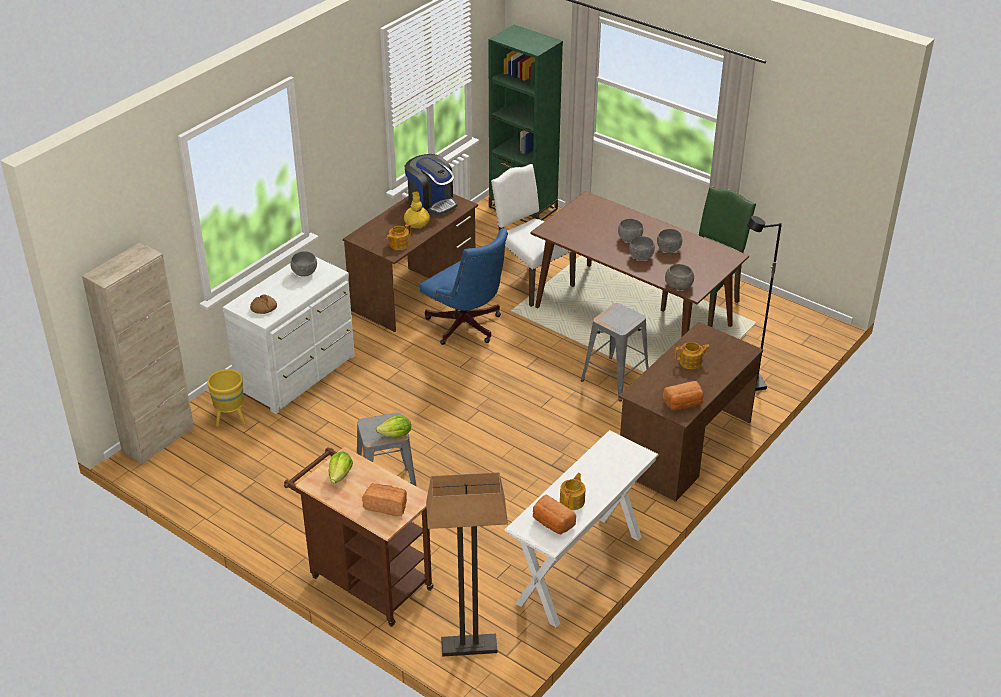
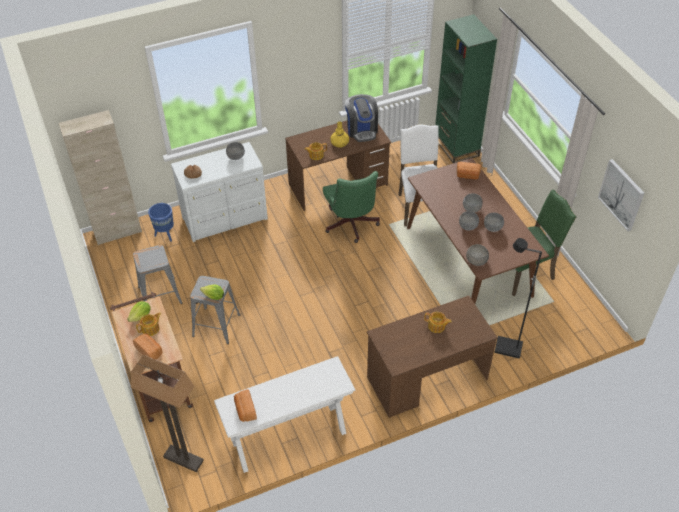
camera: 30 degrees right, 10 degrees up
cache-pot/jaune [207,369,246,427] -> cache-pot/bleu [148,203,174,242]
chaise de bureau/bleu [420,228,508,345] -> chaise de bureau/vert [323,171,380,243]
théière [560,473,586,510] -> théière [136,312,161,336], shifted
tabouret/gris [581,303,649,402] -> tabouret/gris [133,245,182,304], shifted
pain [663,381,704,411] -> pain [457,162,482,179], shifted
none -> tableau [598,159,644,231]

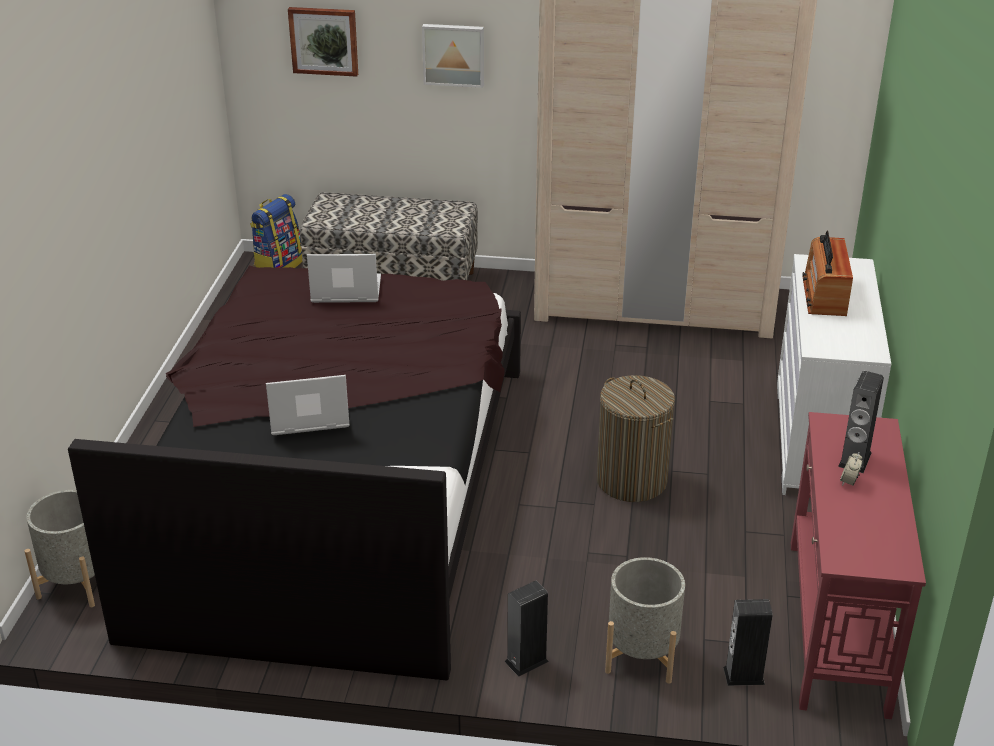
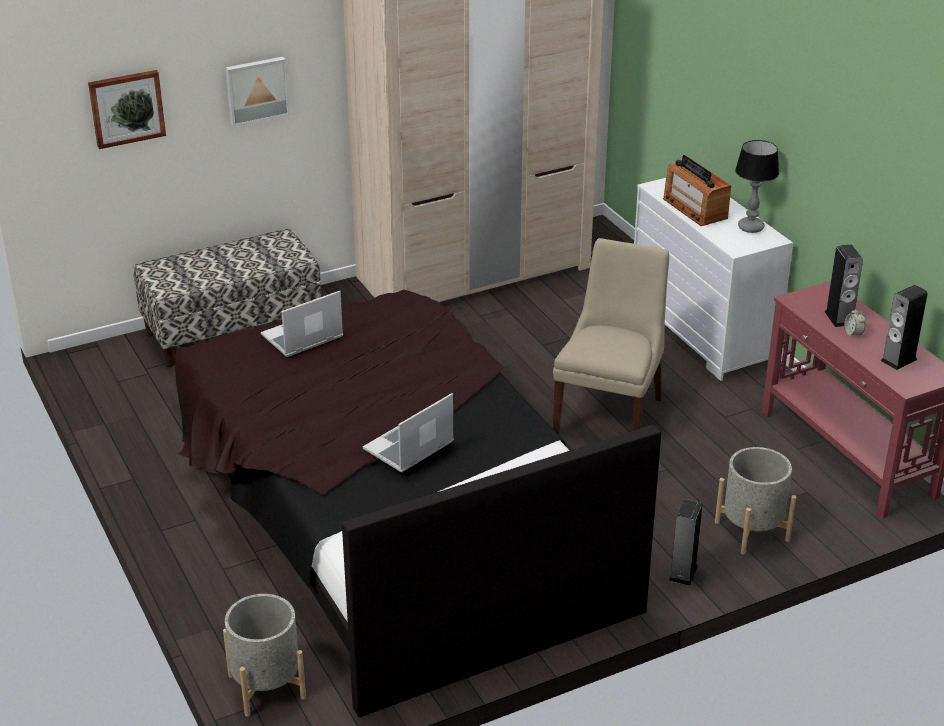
camera: 35 degrees left, 0 degrees up
sac à dos [250,194,302,268] -> none
panier à linge [597,375,675,502] -> chaise/beige [553,238,669,435]
enceinte [723,599,773,686] -> enceinte [880,285,928,370], shifted
none -> lampe de table [735,140,779,233]

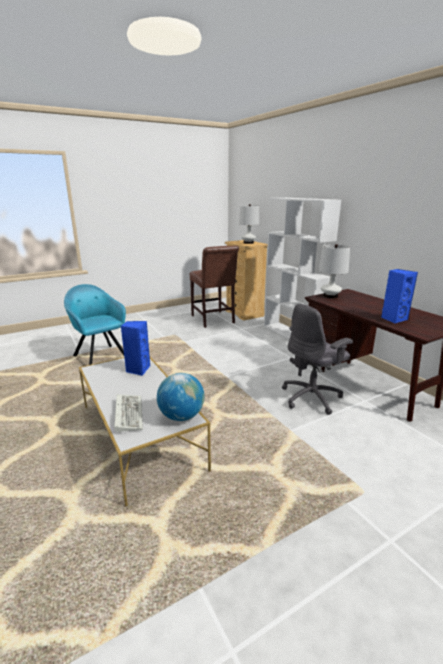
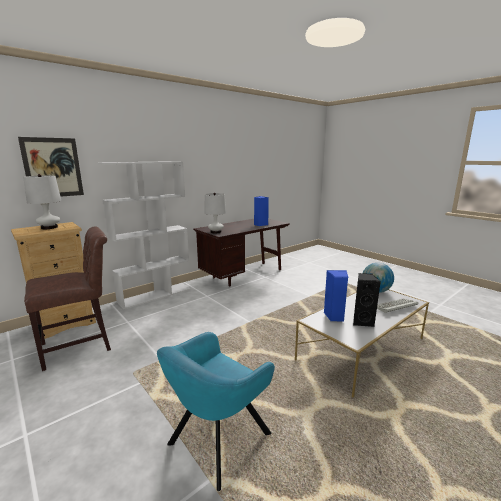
camera: 100 degrees left, 5 degrees down
chaise de bureau/gris [282,304,353,415] -> none
none -> tableau [18,137,84,197]
none -> enceinte/noir [353,273,381,327]

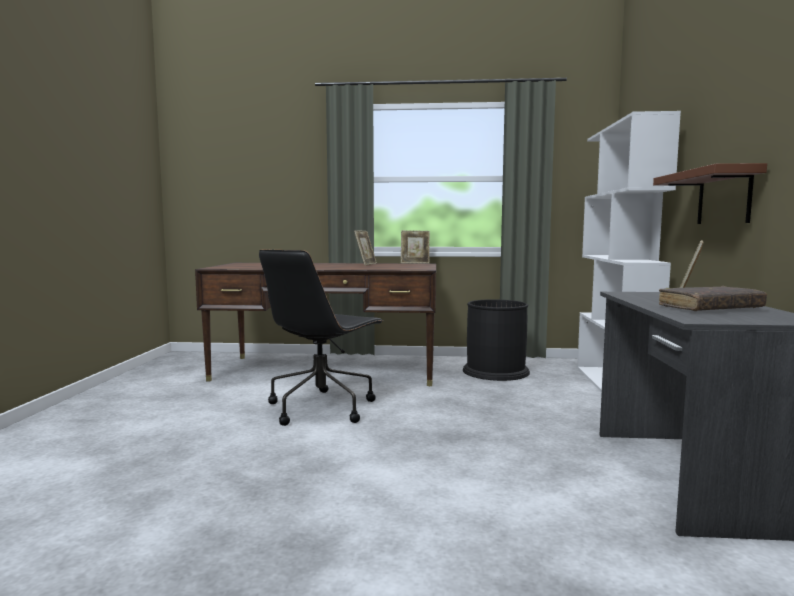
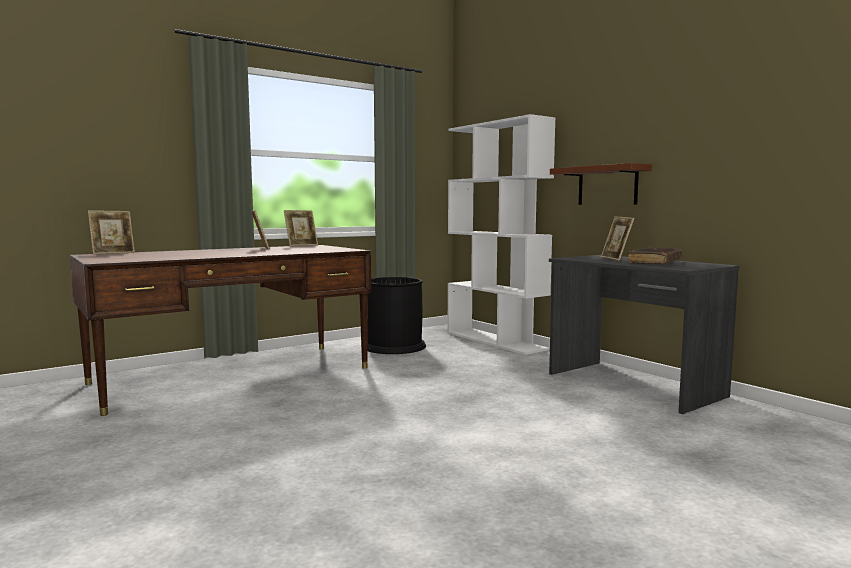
camera: 40 degrees left, 0 degrees up
chaise de bureau/noir [259,249,383,426] -> none
none -> cadre photo [88,211,135,255]

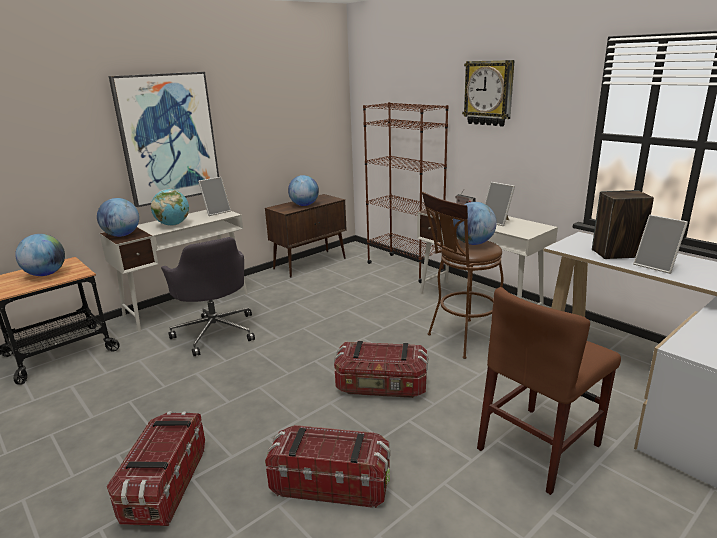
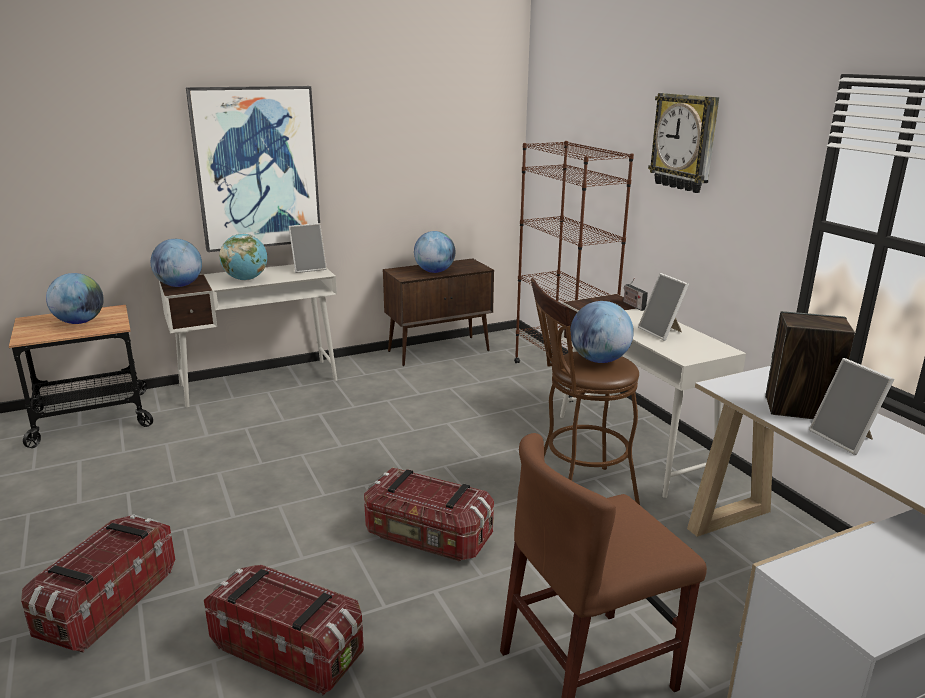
camera: 15 degrees right, 0 degrees up
chaise de bureau/gris [161,237,255,356] -> none

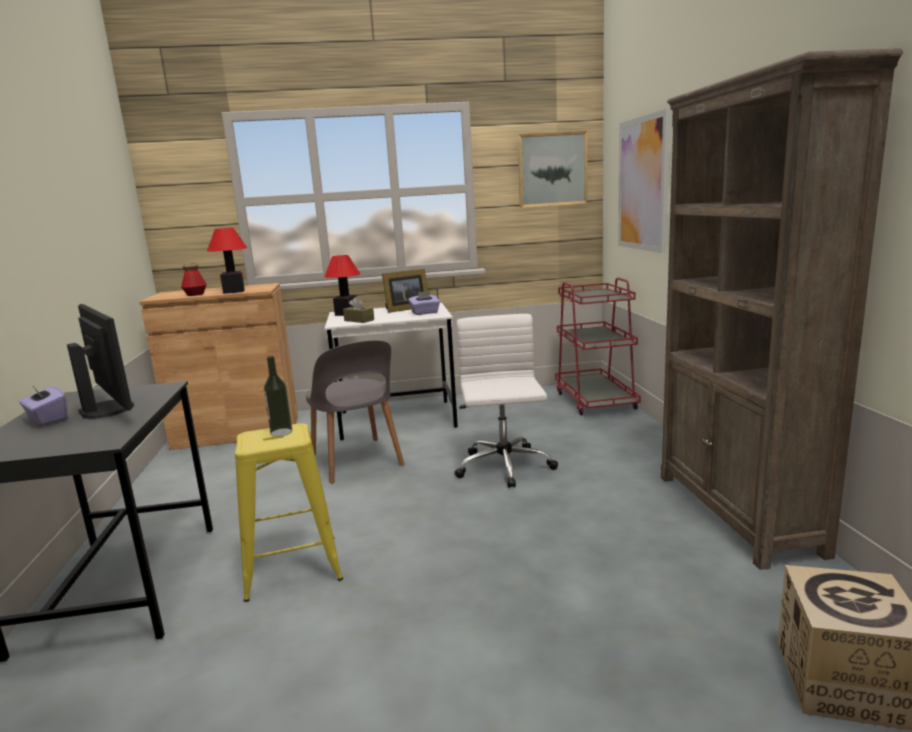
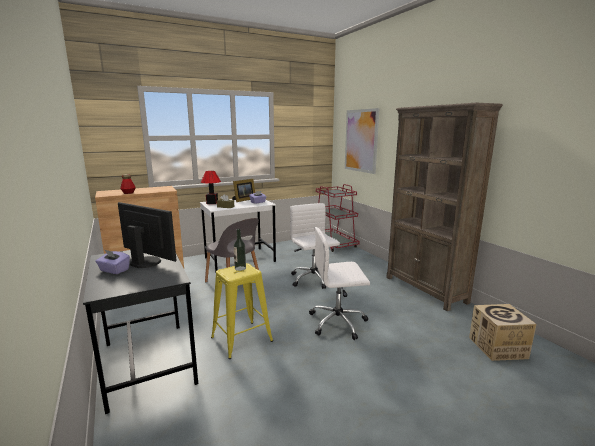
camera: 20 degrees left, 0 degrees up
lampe de table [207,228,247,294] -> none
tableau [518,131,587,208] -> none
none -> chaise de bureau/blanc [309,227,370,340]

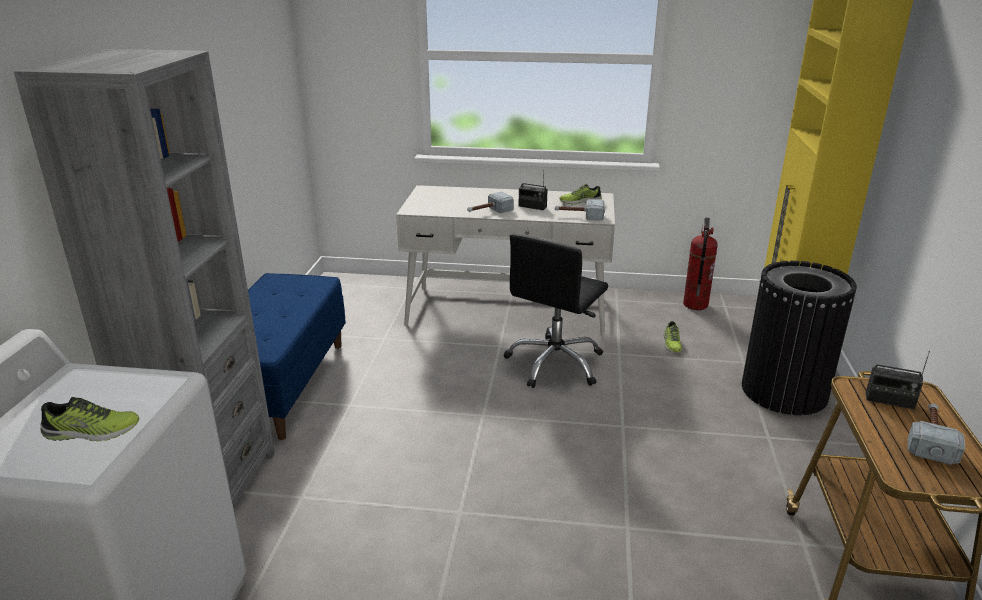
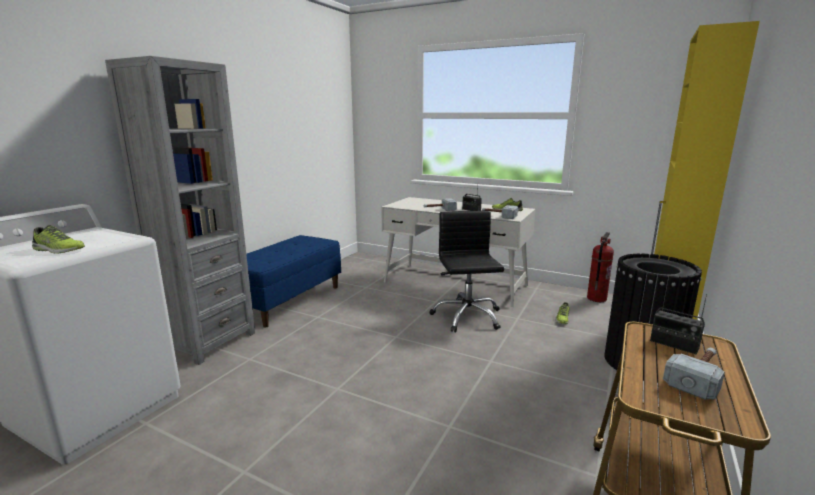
camera: 20 degrees right, 10 degrees down
chaise de bureau/noir [504,234,608,388] -> chaise de bureau/noir [429,211,504,333], 120 degrees clockwise

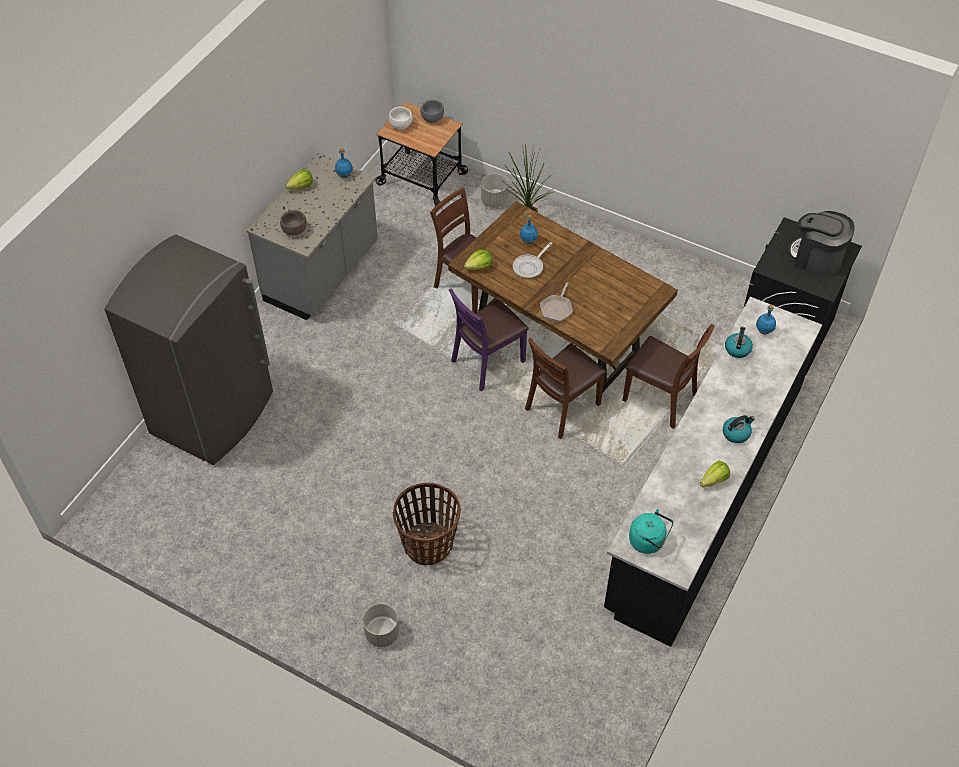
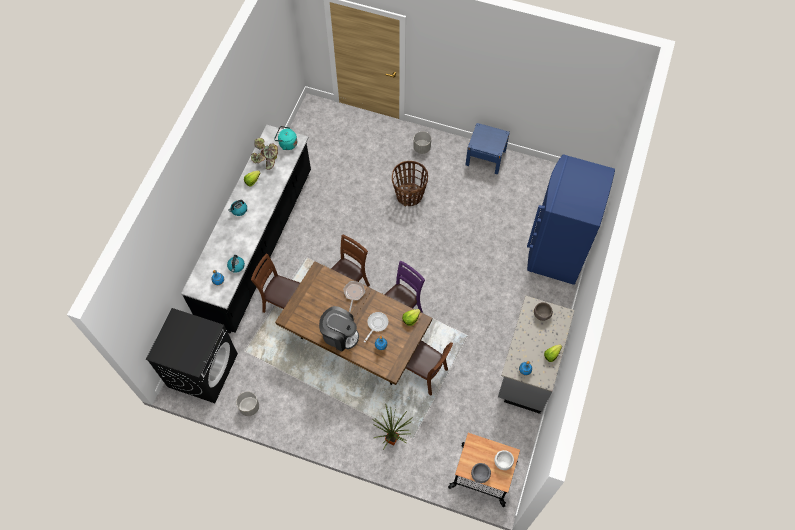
camera: 170 degrees right, 10 degrees up
réfrigérateur/gris [104,234,273,465] -> réfrigérateur/bleu [527,154,615,285]
cache-pot/gris [481,174,508,208] -> cache-pot/gris [236,392,259,416], shifted
machine à café [789,211,854,276] -> machine à café [319,306,359,351], shifted
none -> plante en pot [251,138,278,170]
none -> table de chevet/bleu [465,123,510,175]

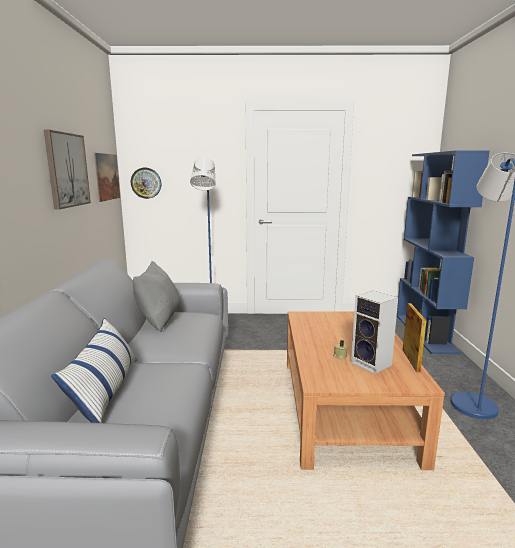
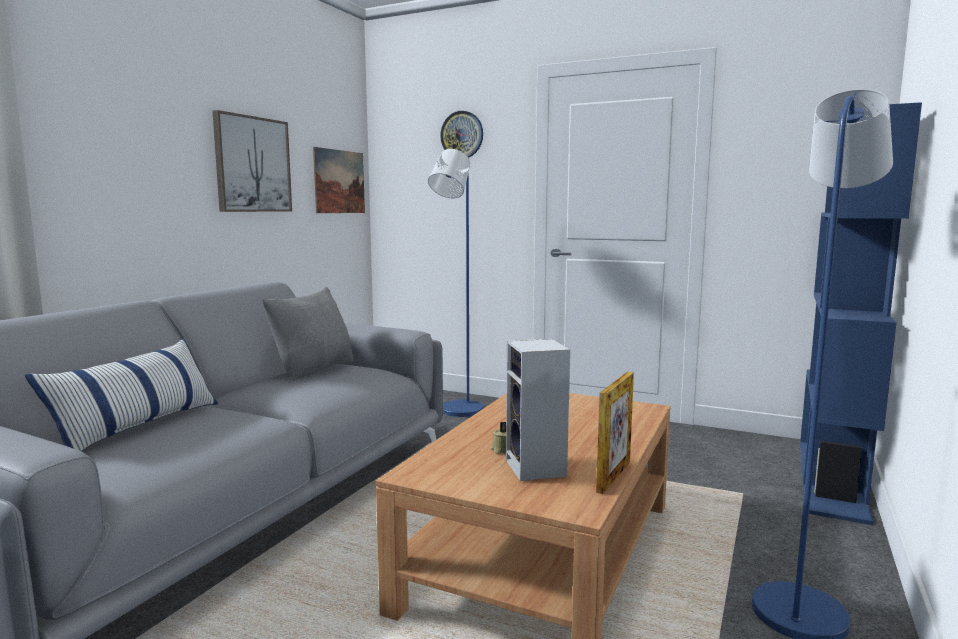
camera: 25 degrees right, 5 degrees down
horloge murale [131,168,161,199] -> horloge murale [440,111,483,158], shifted

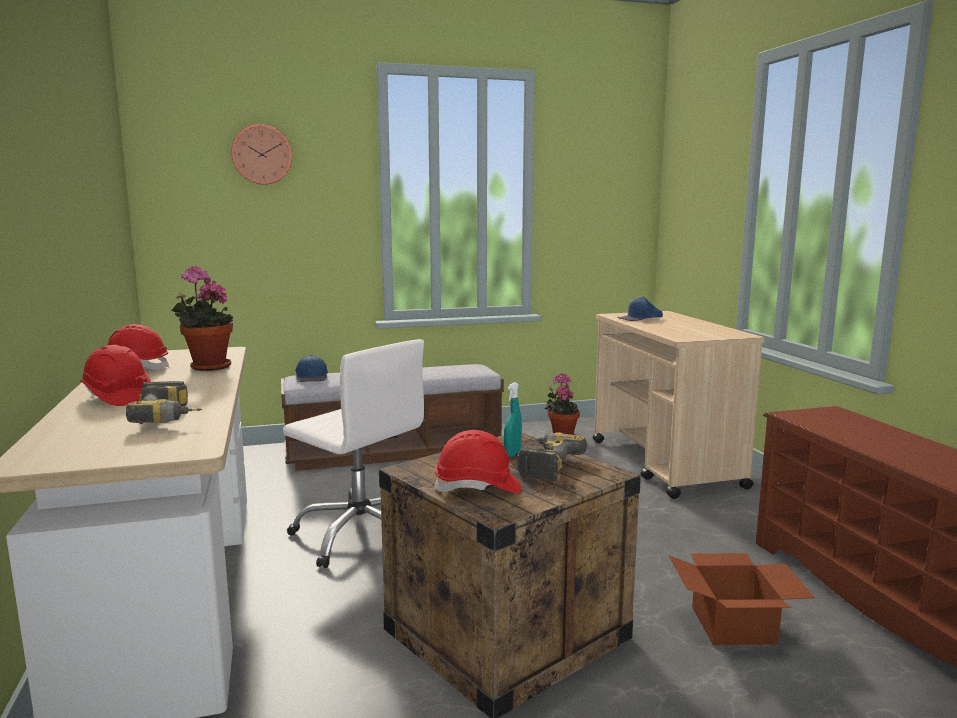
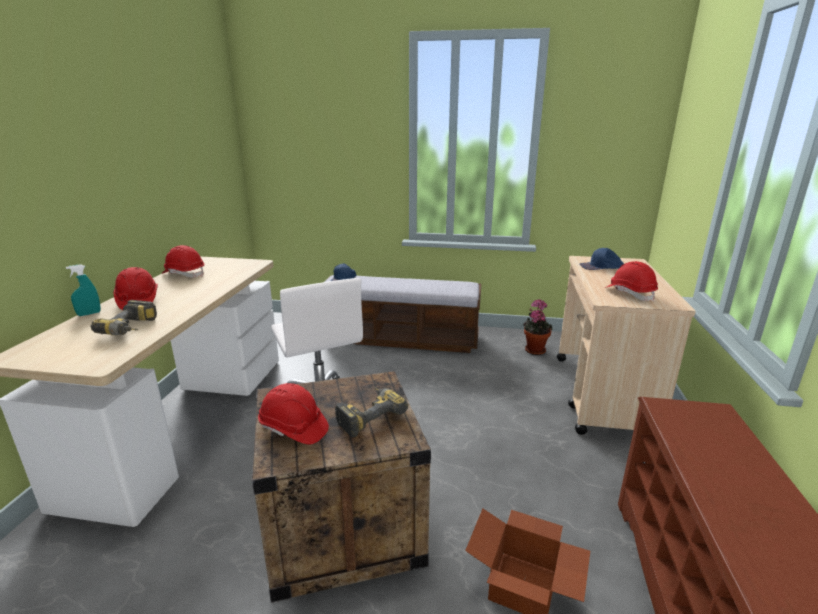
camera: 25 degrees right, 10 degrees up
plante en pot [170,266,233,371] -> none
horloge murale [231,124,292,185] -> none
vaporisateur/turquoise [504,382,522,457] -> vaporisateur/turquoise [66,264,101,316], shifted
none -> casque de chantier/rouge [605,261,658,302]

